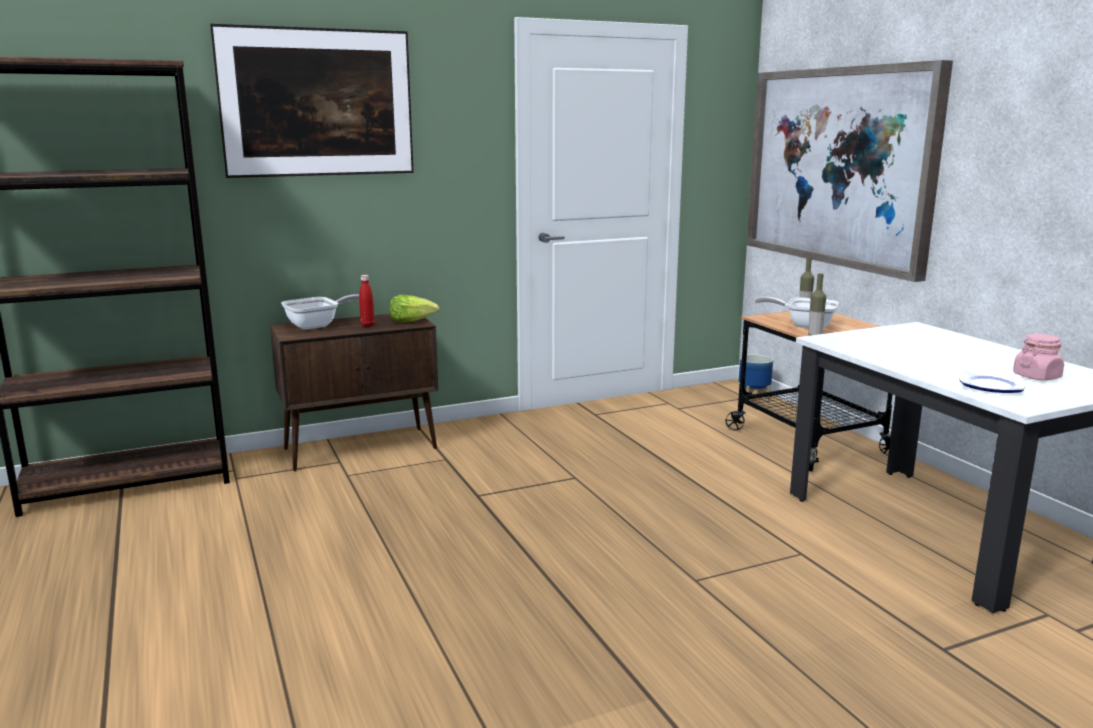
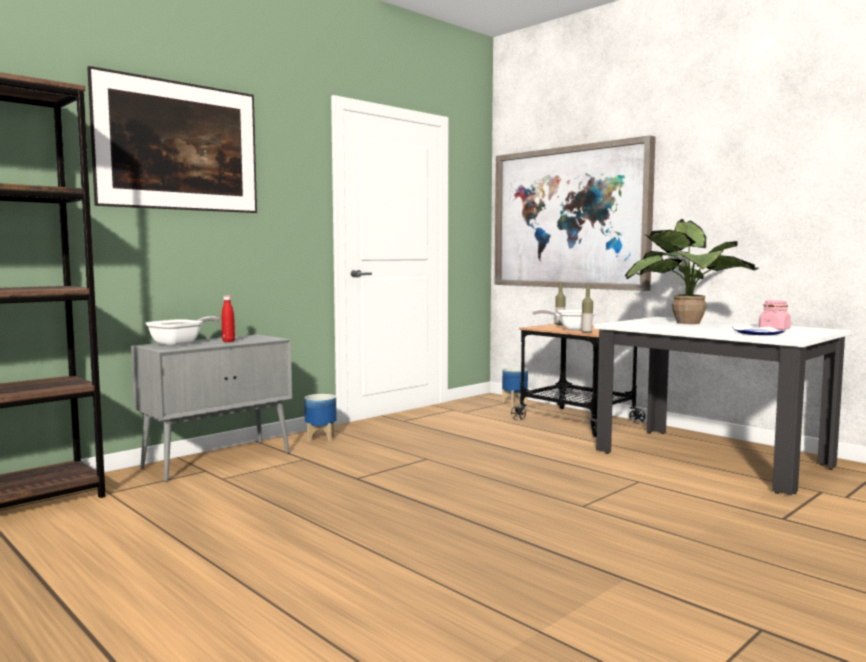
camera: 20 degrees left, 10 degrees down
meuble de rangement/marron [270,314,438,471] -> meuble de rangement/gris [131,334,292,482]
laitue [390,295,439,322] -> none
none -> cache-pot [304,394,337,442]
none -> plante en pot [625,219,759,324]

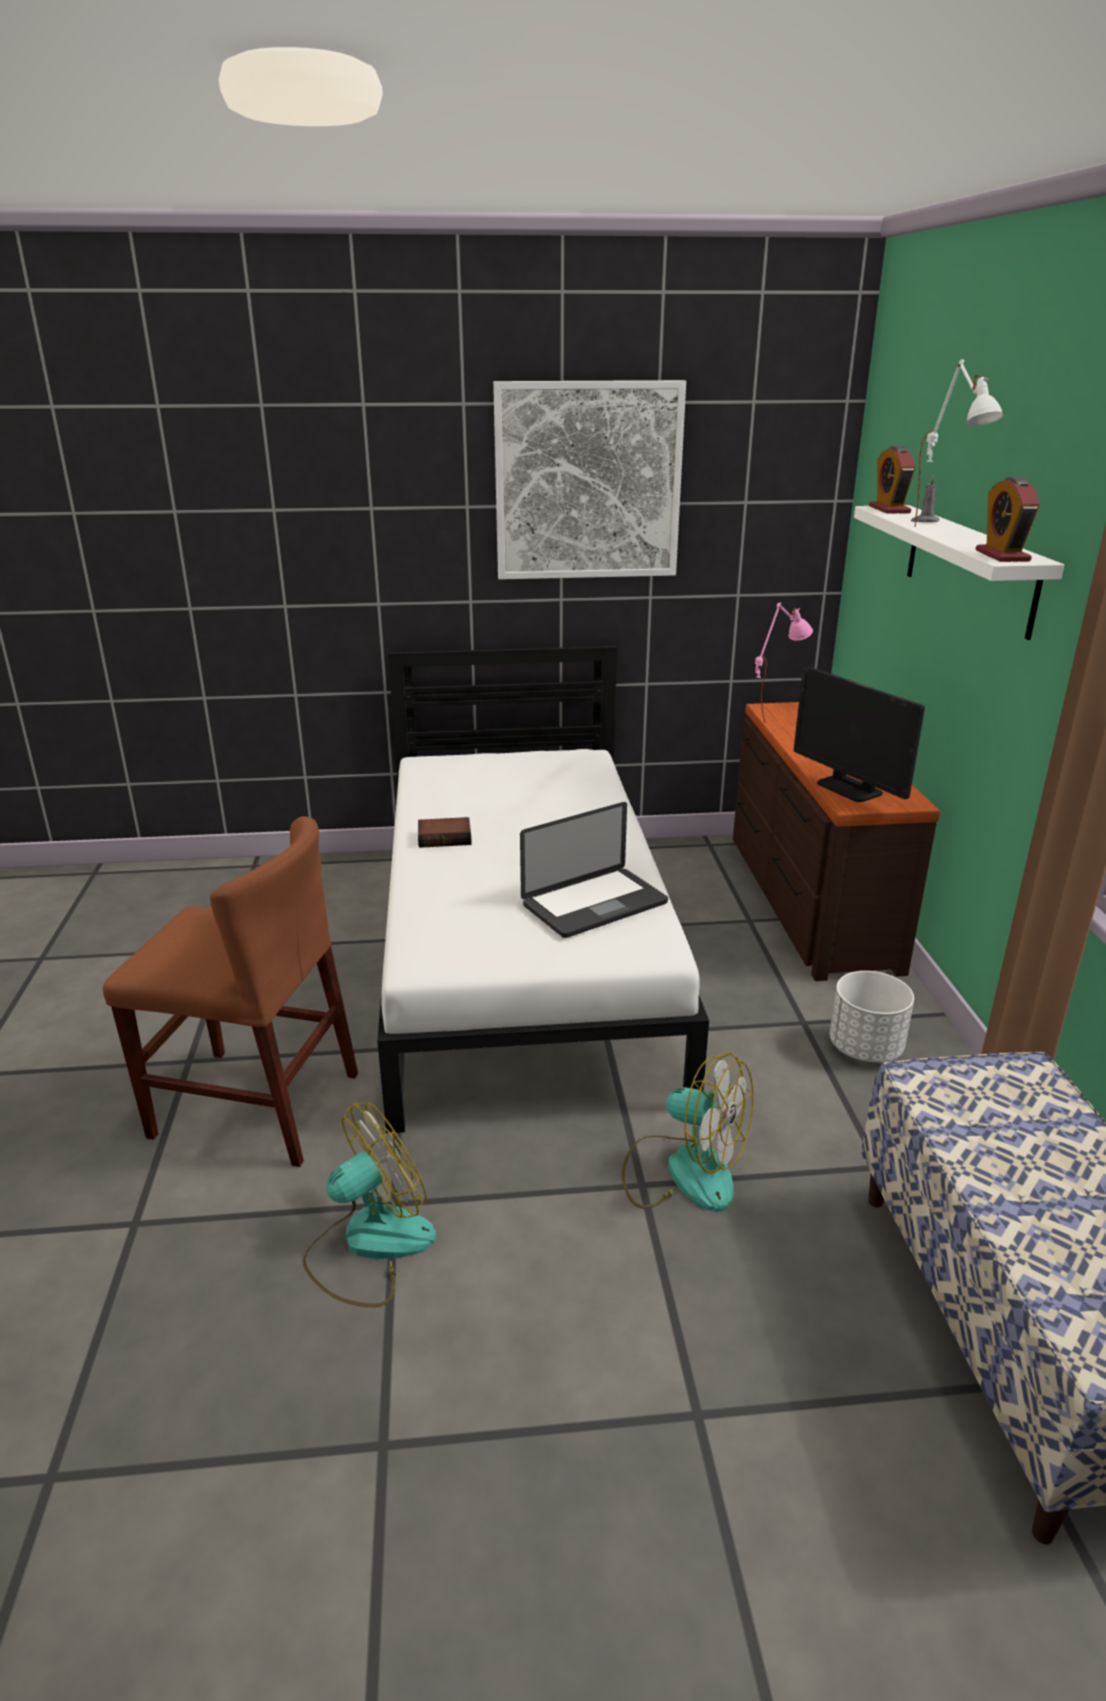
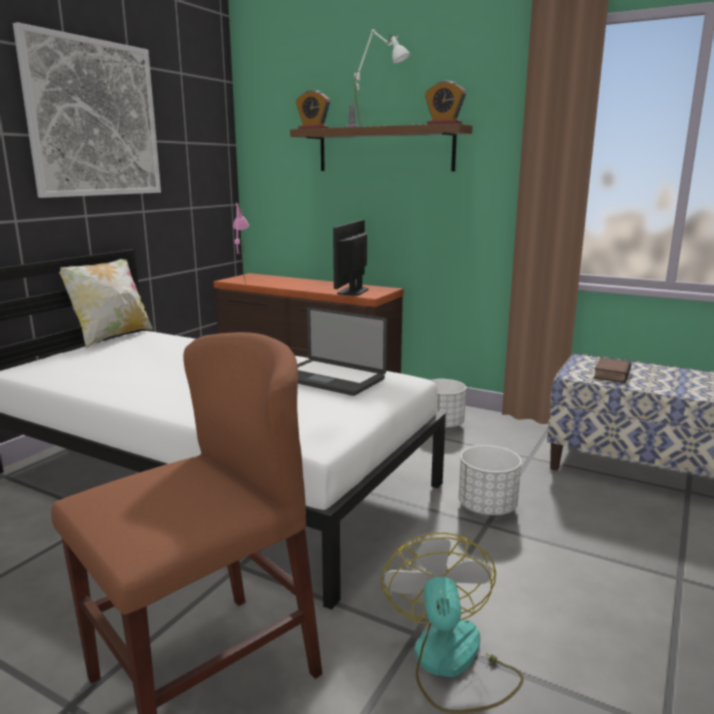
camera: 55 degrees left, 10 degrees down
livre [418,817,471,848] -> livre [594,358,631,383], shifted
ordinateur portable [520,802,668,938] -> ordinateur portable [297,307,387,396], 120 degrees clockwise
ventilateur [622,1052,753,1212] -> cache-pot/blanc [459,445,521,515]
écran d'ordinateur [794,666,925,802] -> écran d'ordinateur [333,220,368,296], 105 degrees clockwise
étagère/blanc [854,505,1064,640] -> étagère/marron [290,123,473,171]
none -> coussin [59,259,153,348]

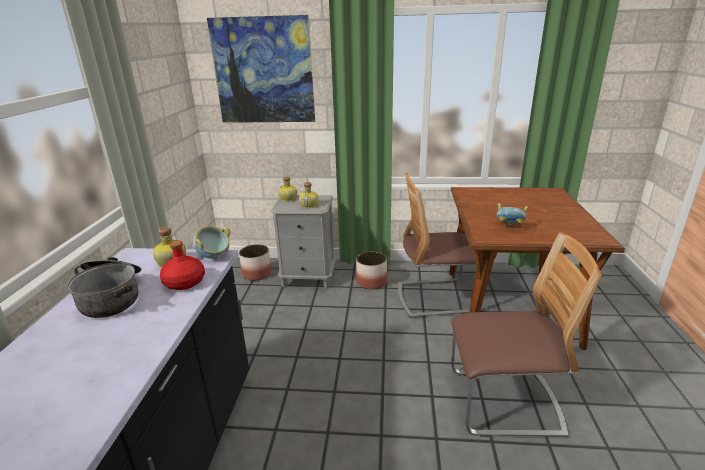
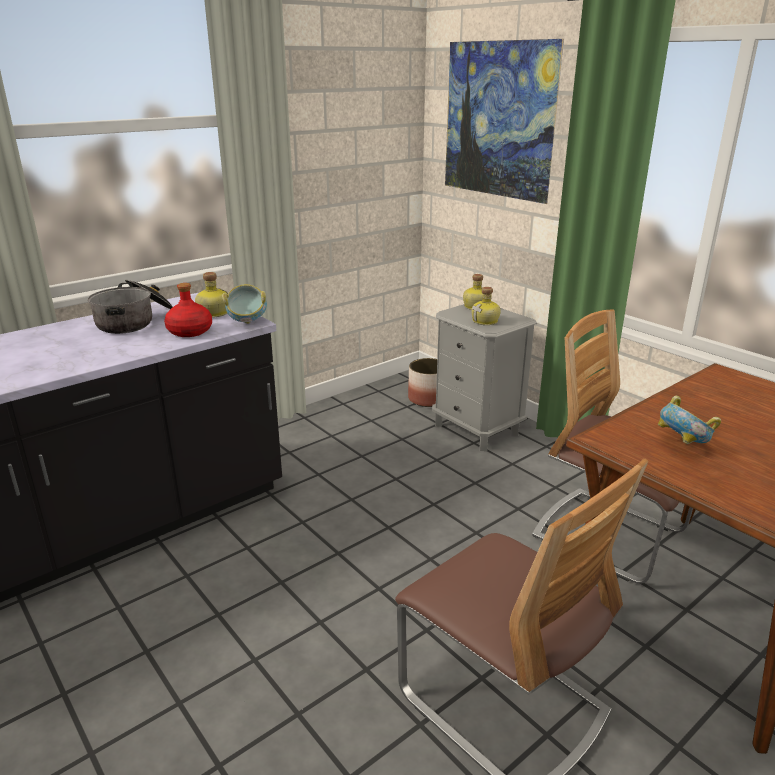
camera: 45 degrees right, 0 degrees up
cache-pot [356,251,387,289] -> none

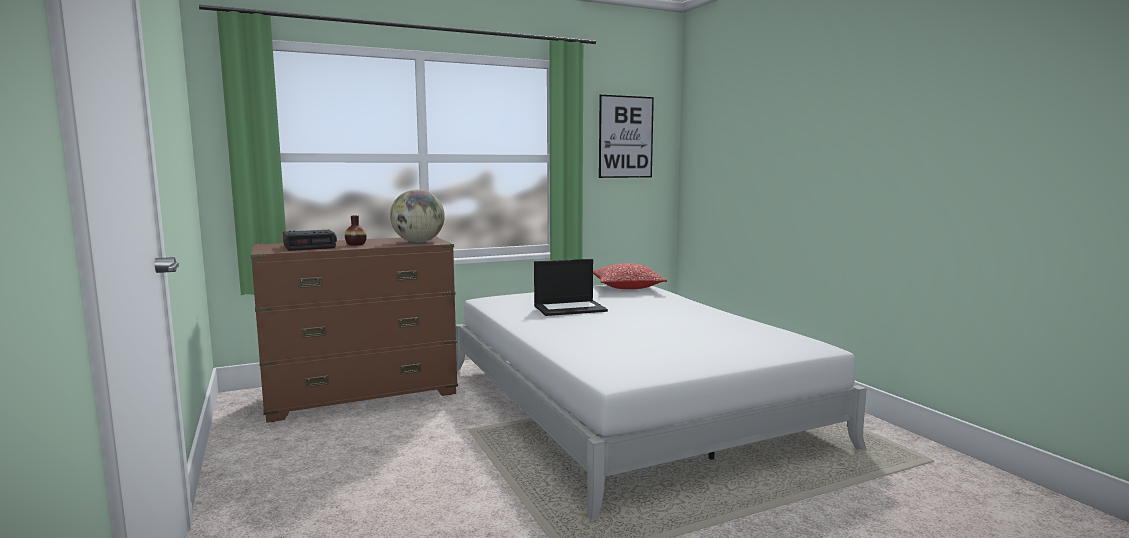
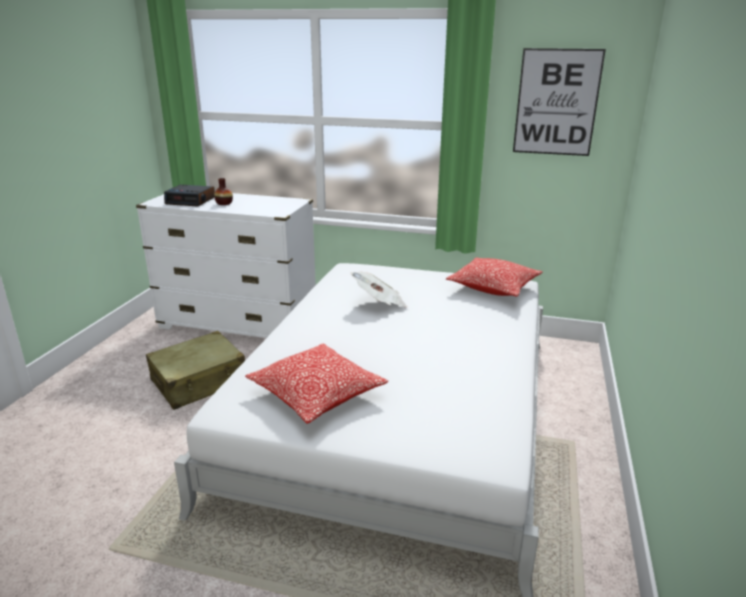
camera: 40 degrees right, 15 degrees up
commode/marron [251,236,458,423] -> commode/blanc [136,193,316,338]
globe [390,189,445,243] -> none
ordinateur portable [534,259,608,316] -> journal [350,271,407,308]
none -> valise/beige [146,331,245,410]
none -> coussin [245,343,388,424]

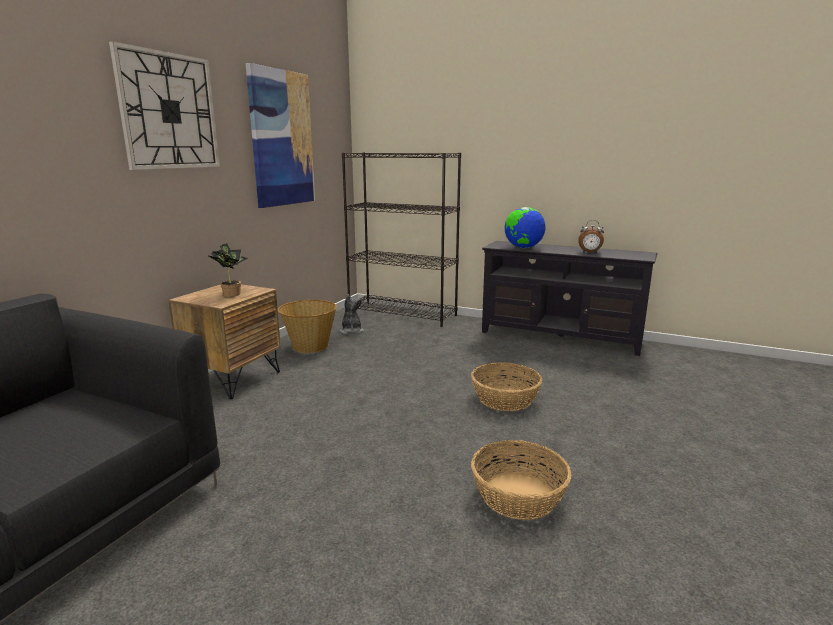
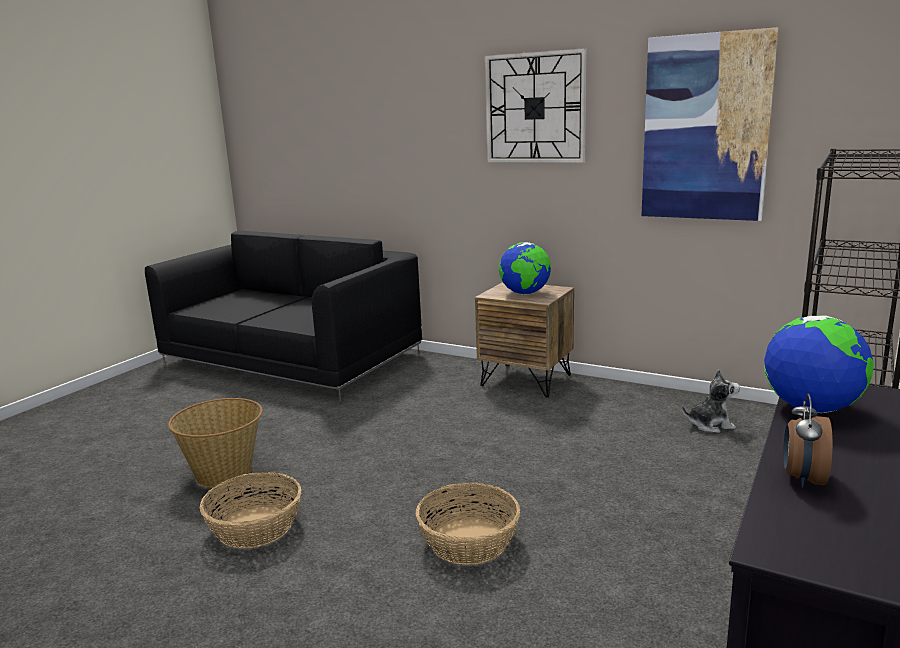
camera: 95 degrees right, 0 degrees up
plante en pot [207,243,248,297] -> globe [499,242,551,294]
panier [278,300,337,353] -> panier [168,398,263,488], shifted

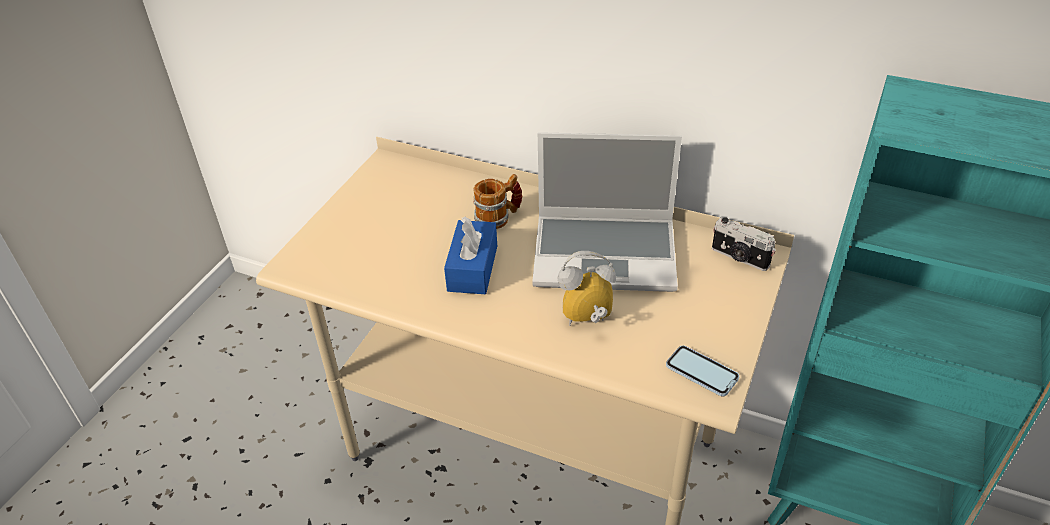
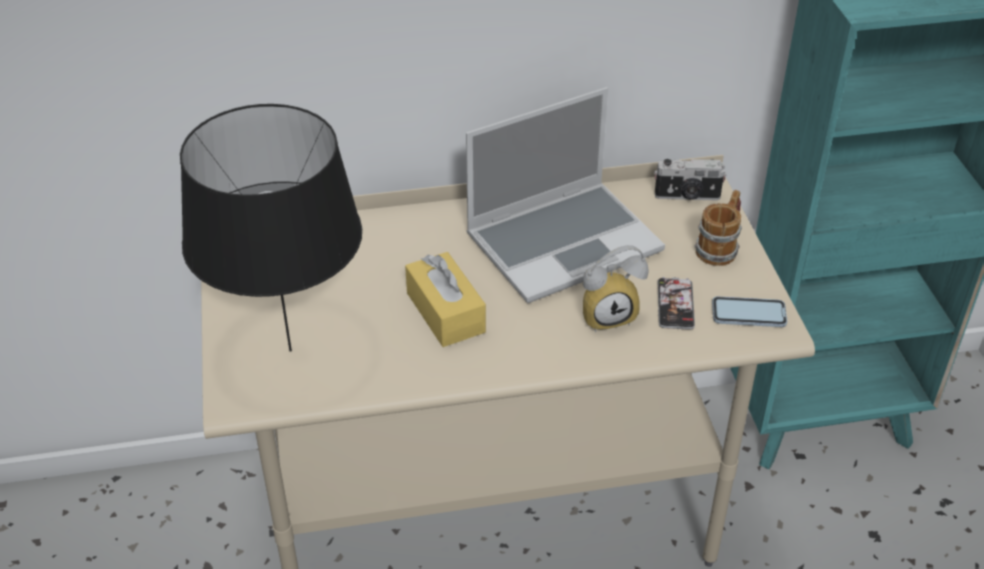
camera: 35 degrees left, 0 degrees up
boîte à mouchoirs/bleu [444,217,497,294] -> boîte à mouchoirs/jaune [405,252,486,347]
mug [473,174,522,229] -> mug [695,190,742,266], shifted
réveil [558,251,616,326] -> réveil [582,245,649,332], 150 degrees counterclockwise
none -> lampe de table/noir [180,104,362,352]
none -> téléphone [658,277,695,330]

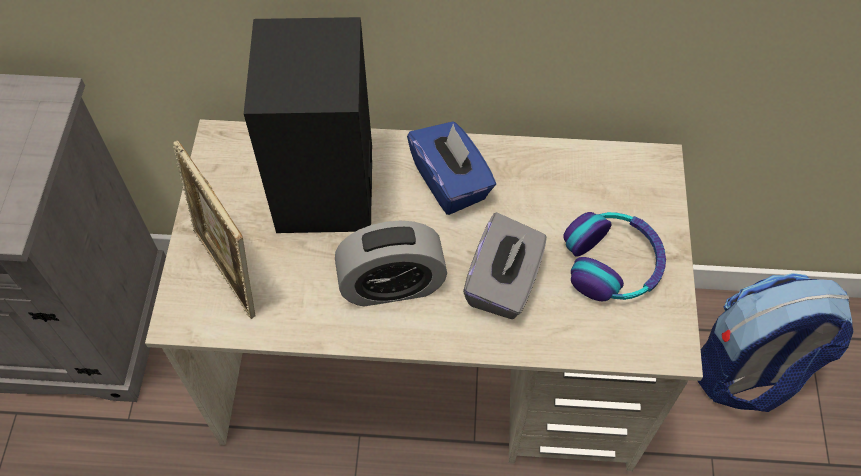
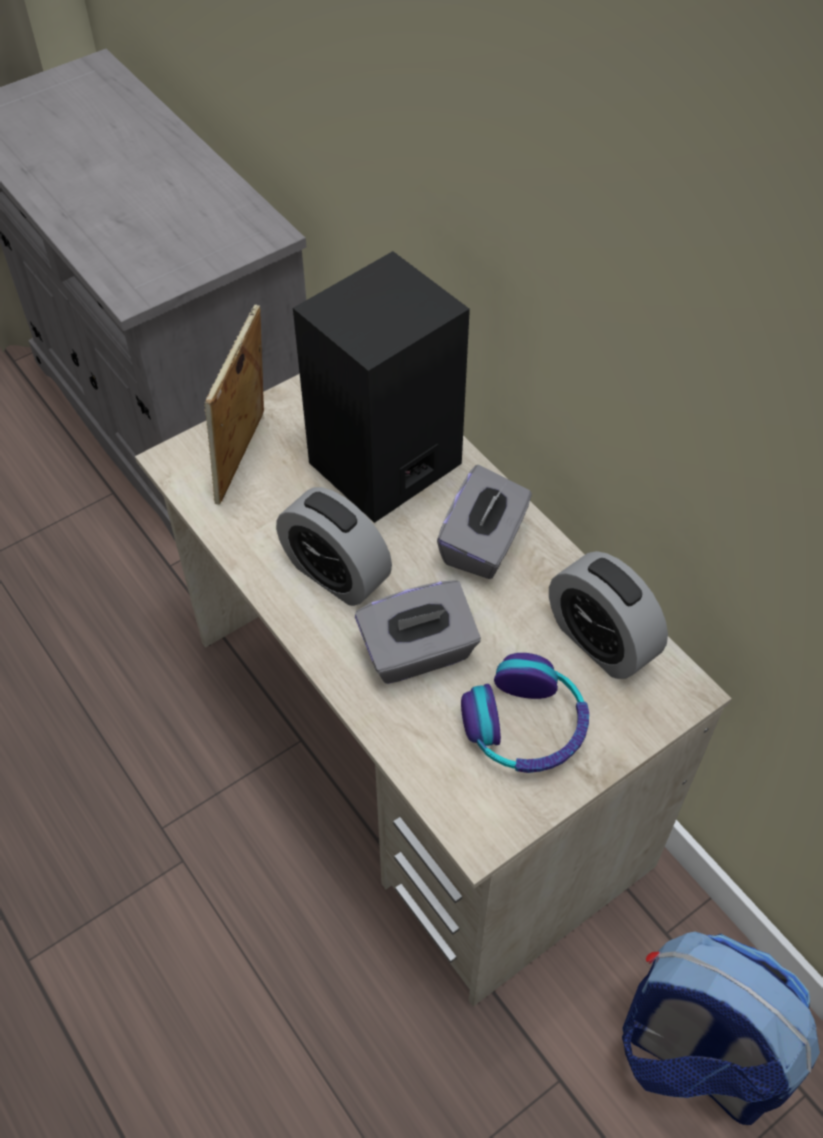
camera: 50 degrees right, 5 degrees down
boîte à mouchoirs/bleu [407,121,496,215] -> boîte à mouchoirs/gris [437,465,532,579]
none -> réveil [549,551,668,679]

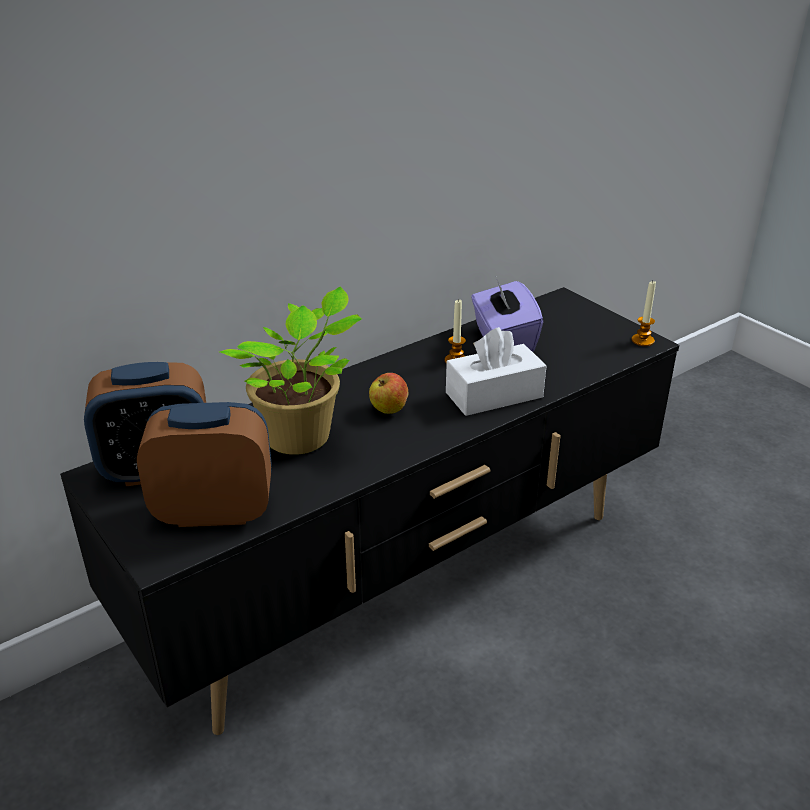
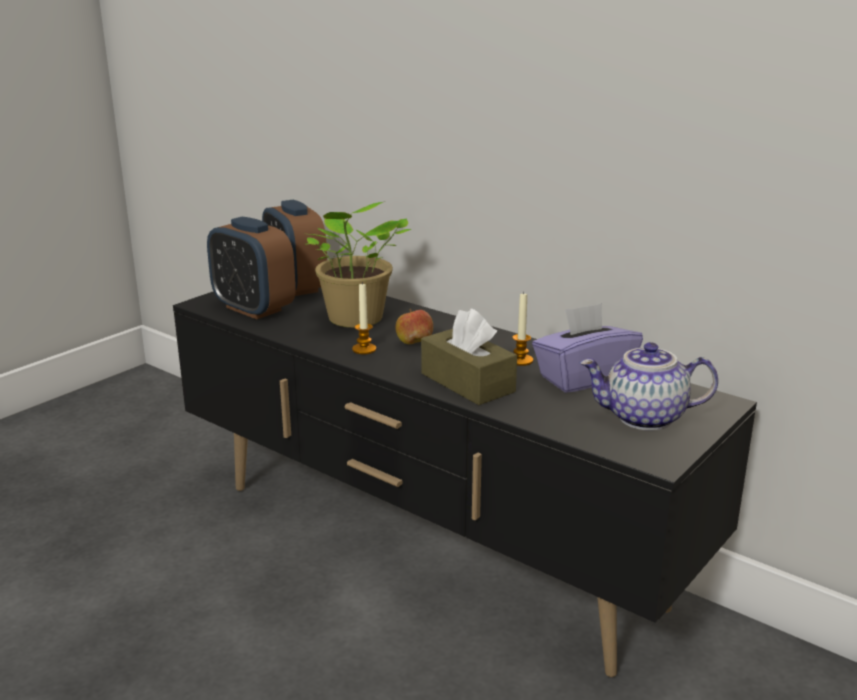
camera: 75 degrees right, 10 degrees down
réveil [137,402,272,527] -> réveil [207,217,296,319], 150 degrees clockwise
boîte à mouchoirs/blanc [446,327,547,416] -> boîte à mouchoirs/marron [421,308,517,405]
bougie [632,281,656,346] -> bougie [352,282,376,354], shifted
none -> théière [580,342,718,431]

